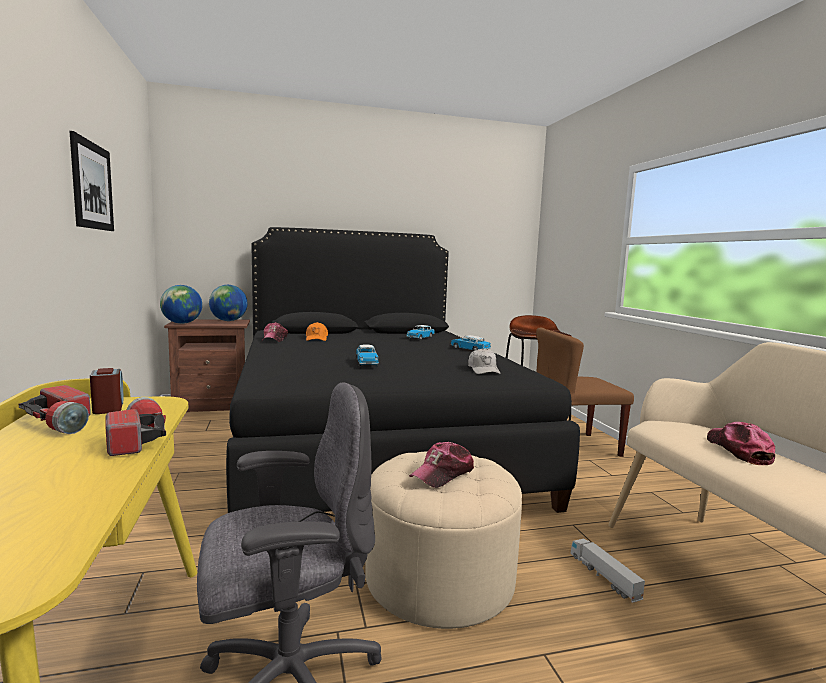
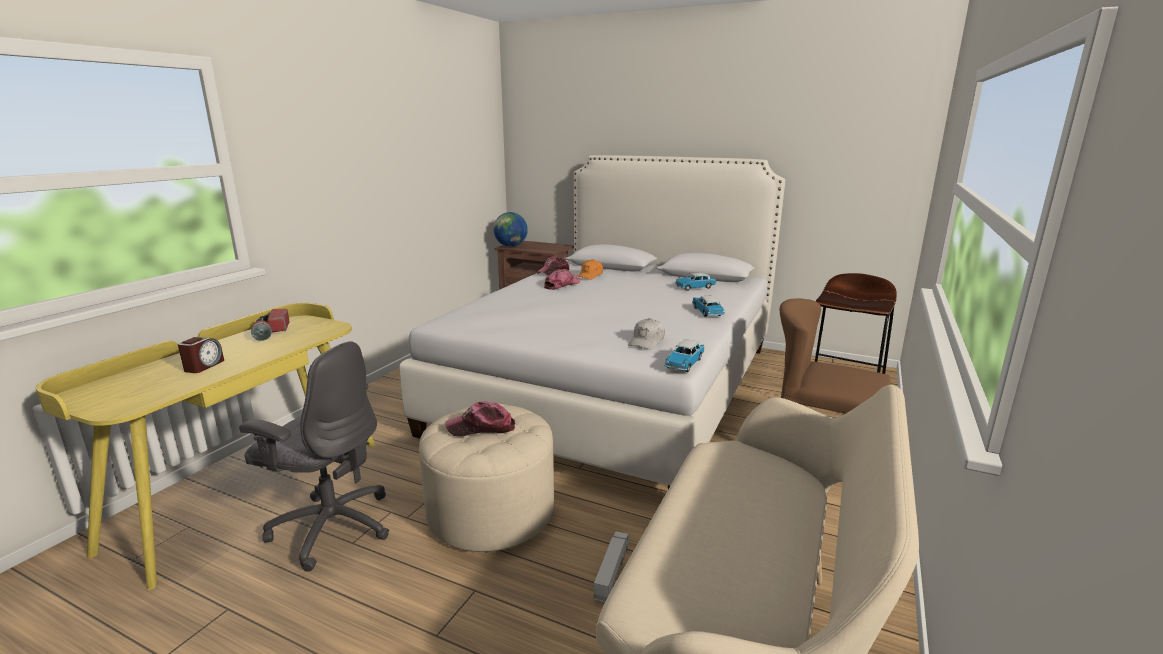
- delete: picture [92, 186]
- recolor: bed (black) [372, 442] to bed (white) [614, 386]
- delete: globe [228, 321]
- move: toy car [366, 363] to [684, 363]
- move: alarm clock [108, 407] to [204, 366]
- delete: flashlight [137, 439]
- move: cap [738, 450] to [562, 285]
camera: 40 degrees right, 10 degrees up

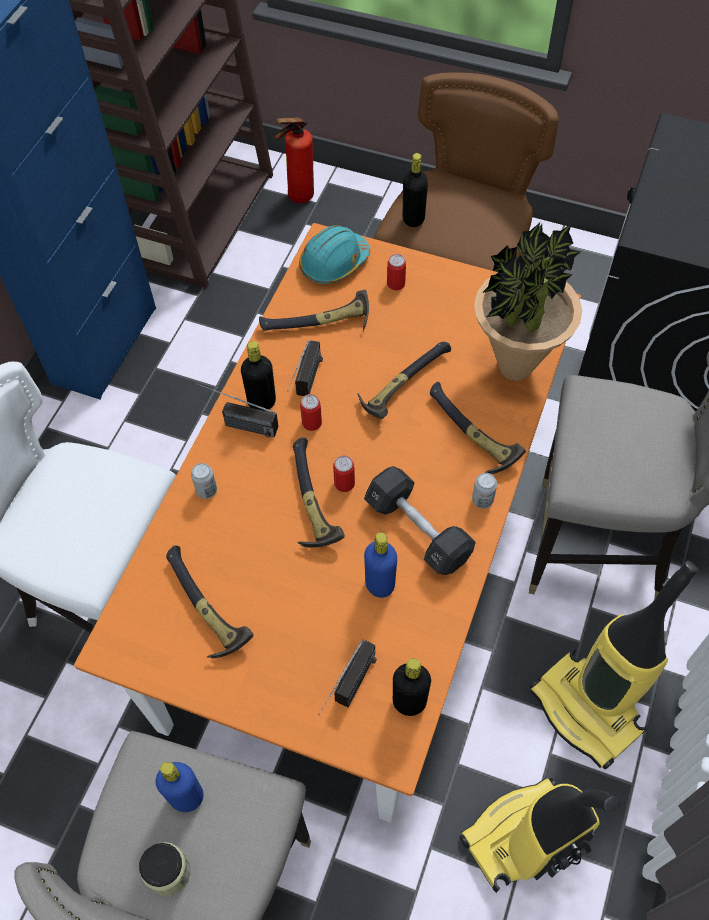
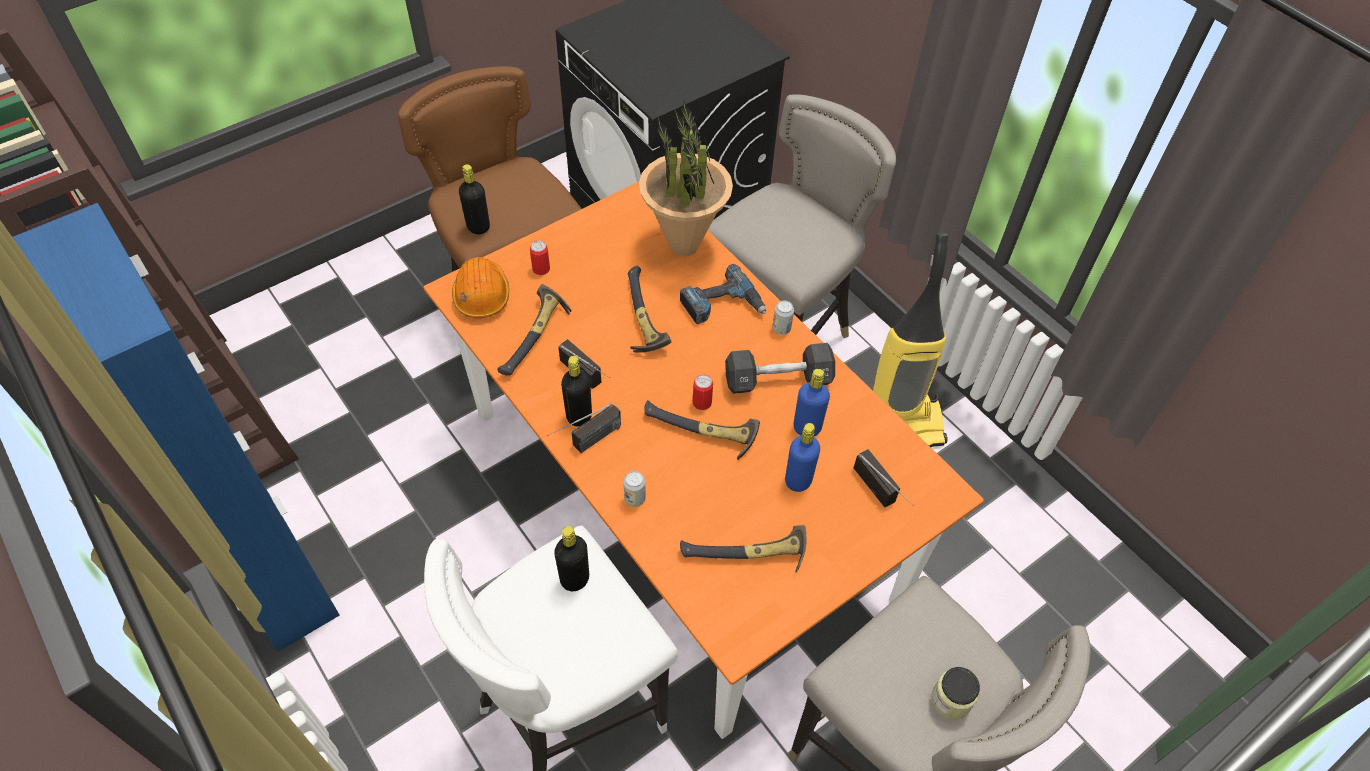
- delete: fire extinguisher [297, 197]
- recolor: hard hat (turquoise) [334, 263] to hard hat (orange) [482, 295]
- replace: hammer [470, 437] to power drill [722, 305]
- delete: can [312, 423]
- move: bottle (black) [409, 702] to [574, 579]
- move: bottle (blue) [186, 797] to [798, 481]
- delete: vacuum cleaner [523, 838]
camera: 60 degrees left, 5 degrees down

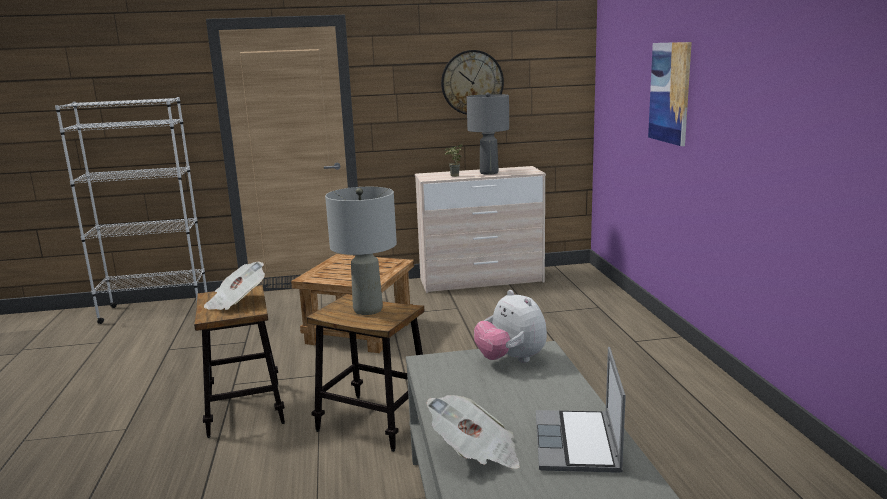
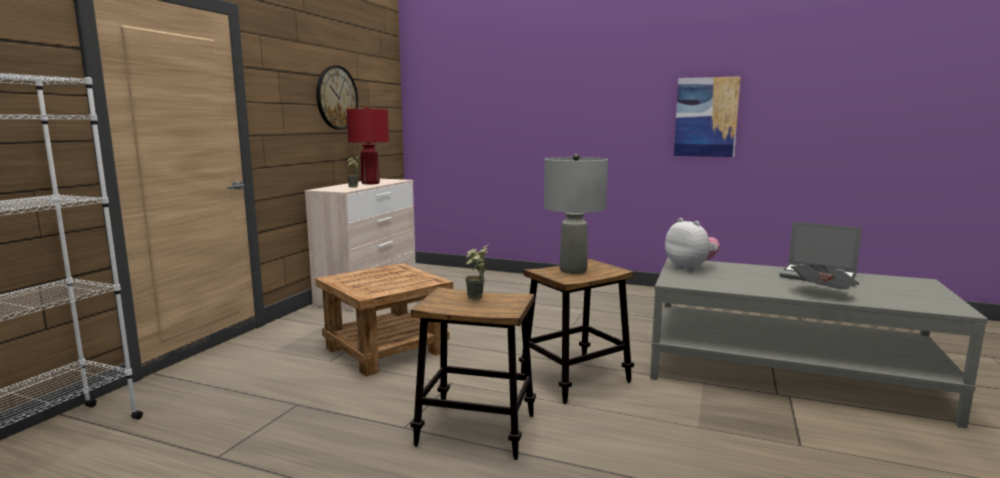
- move: picture [670, 92] to [706, 117]
- recolor: table lamp (grey) [489, 172] to table lamp (red) [370, 183]
- replace: newspaper [236, 302] to potted plant [476, 299]
- rotate: plush toy [511, 360] = [690, 268] 120 degrees counterclockwise
camera: 60 degrees left, 5 degrees down

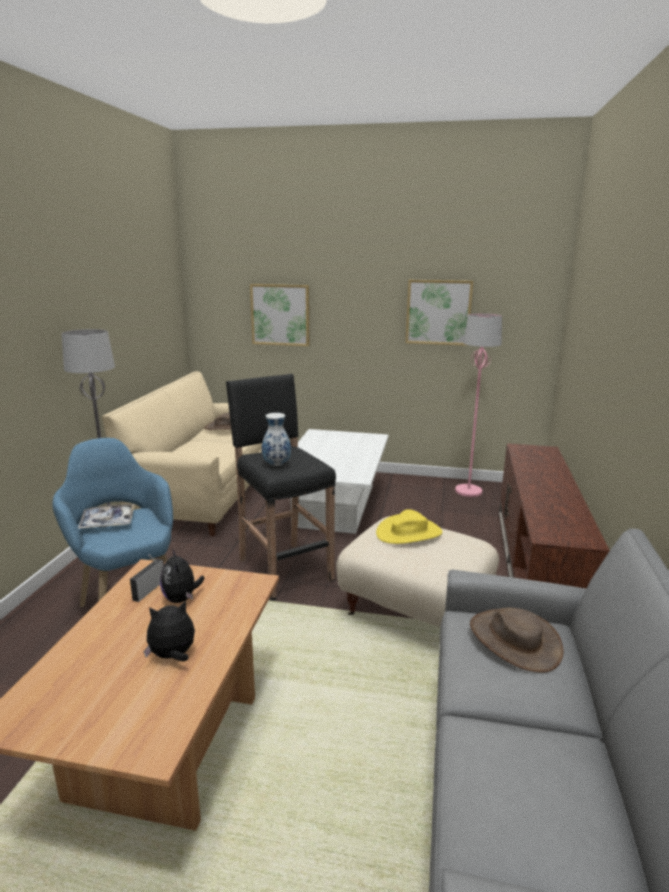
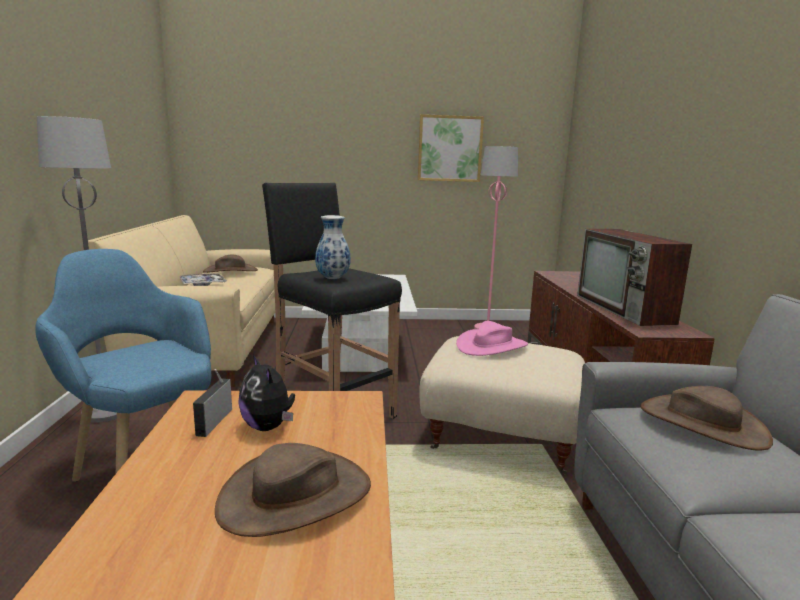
- delete: picture [280, 315]
- move: tray [107, 522] to [203, 284]
- recolor: hat (yellow) [409, 533] to hat (pink) [491, 346]
- replace: plush toy [173, 656] to hat (brown) [296, 496]
- insert: television [625, 309]
camera: 15 degrees left, 5 degrees down

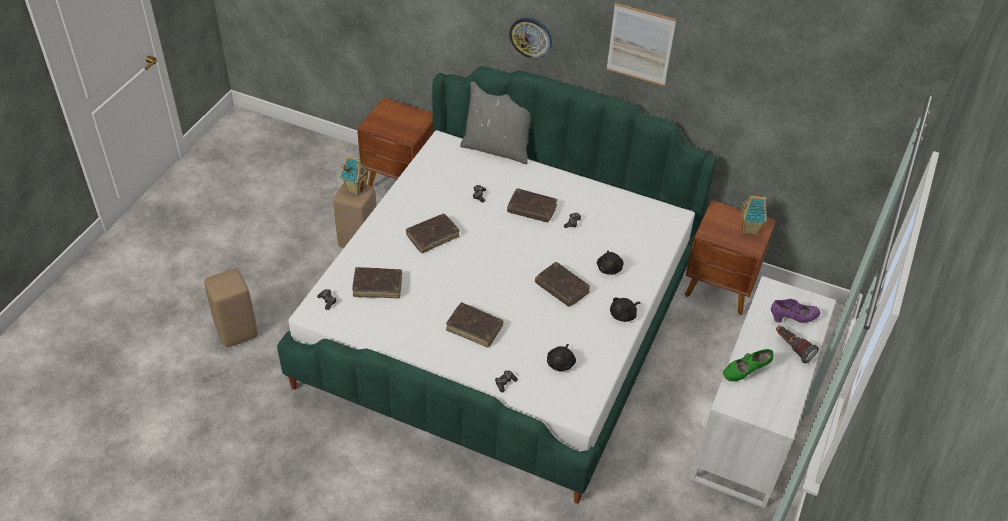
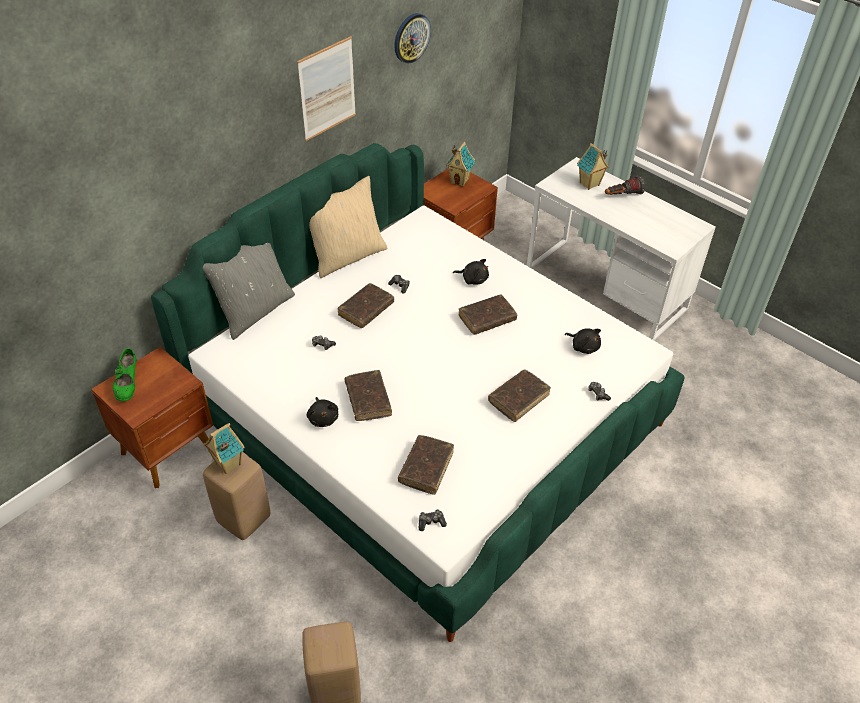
- move: wall clock [531, 37] to [411, 38]
- move: plush toy (black) [624, 315] to [323, 418]
- replace: shoe (purple) [793, 318] to toy house [589, 184]
- move: shoe (green) [745, 372] to [128, 385]
- insert: pillow (beige) [347, 256]
camera: 70 degrees left, 0 degrees up

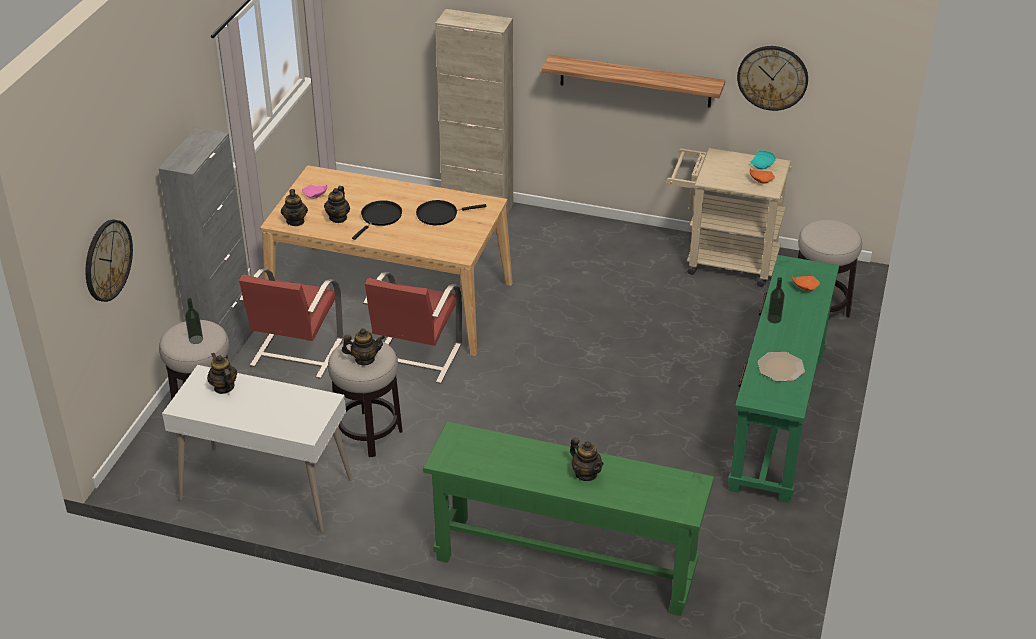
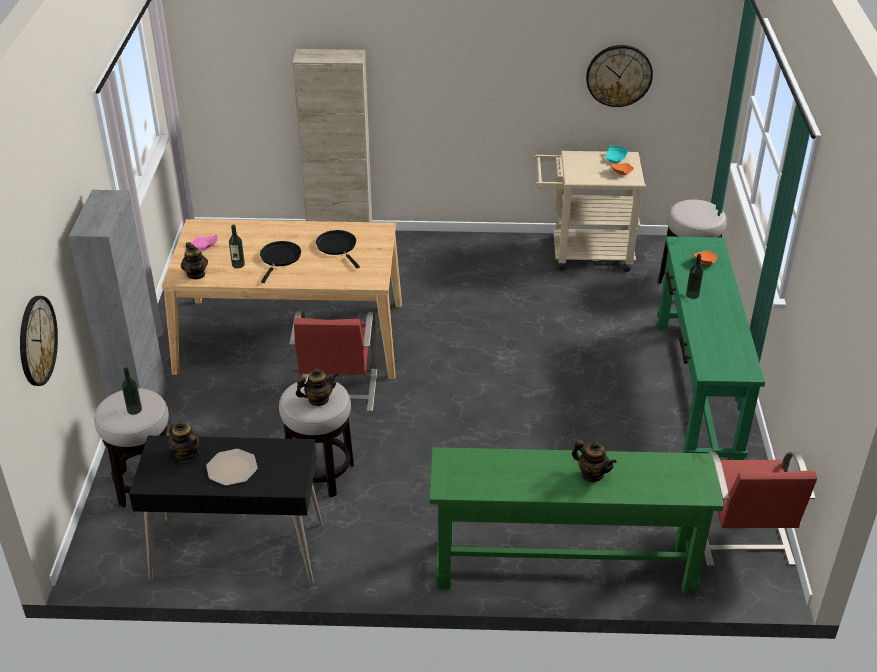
- delete: shelf [635, 81]
- replace: teapot [338, 218] to bottle [238, 265]
- rotate: frying pan (black) [440, 215] = [338, 247] 90 degrees clockwise
- move: chair (red) [295, 353] to [743, 539]
- move: plate [780, 367] to [231, 468]
- recolor: desk (white) [266, 490] to desk (black) [237, 551]
camera: 15 degrees left, 0 degrees up

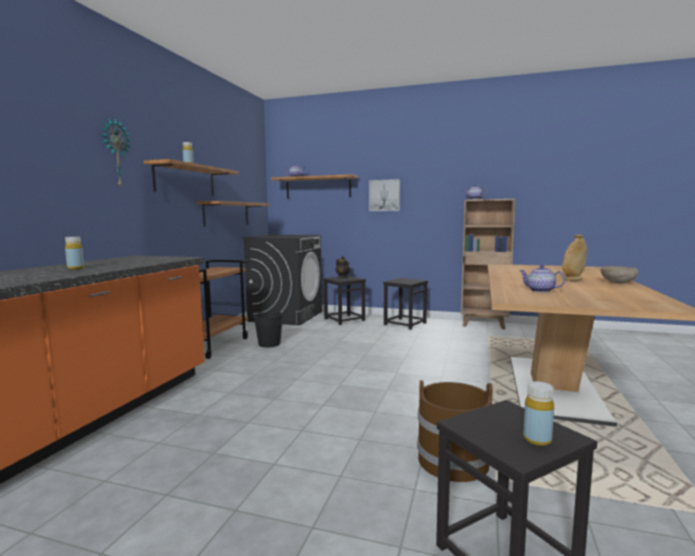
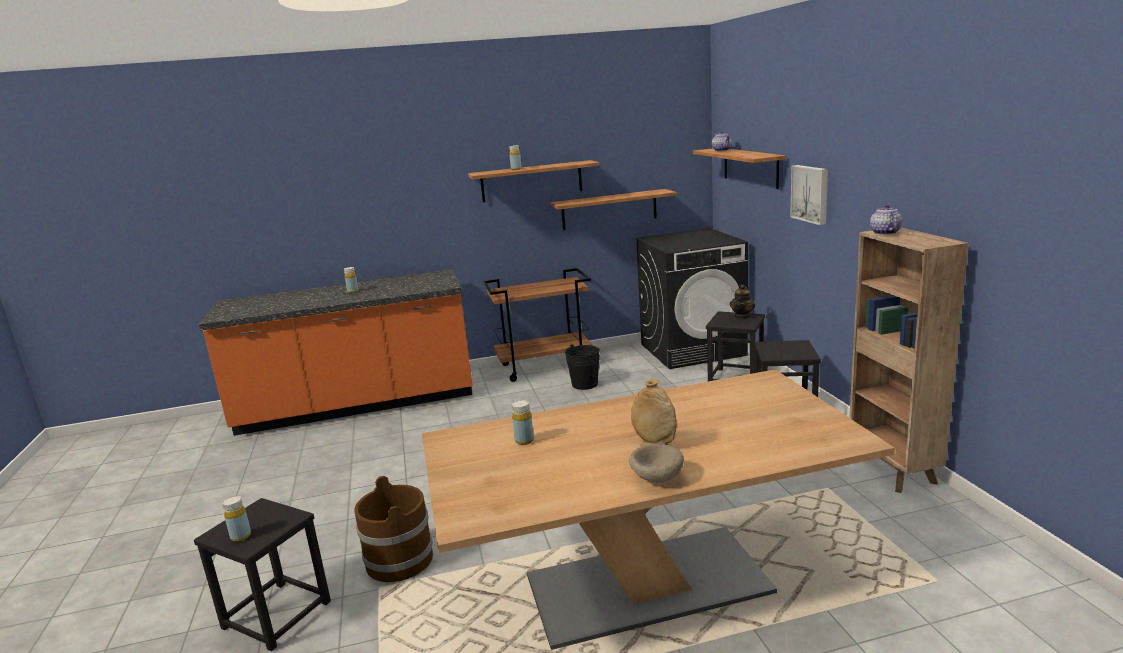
- delete: wall clock [115, 153]
- replace: teapot [539, 290] to bottle (yellow) [524, 441]
camera: 60 degrees right, 10 degrees up

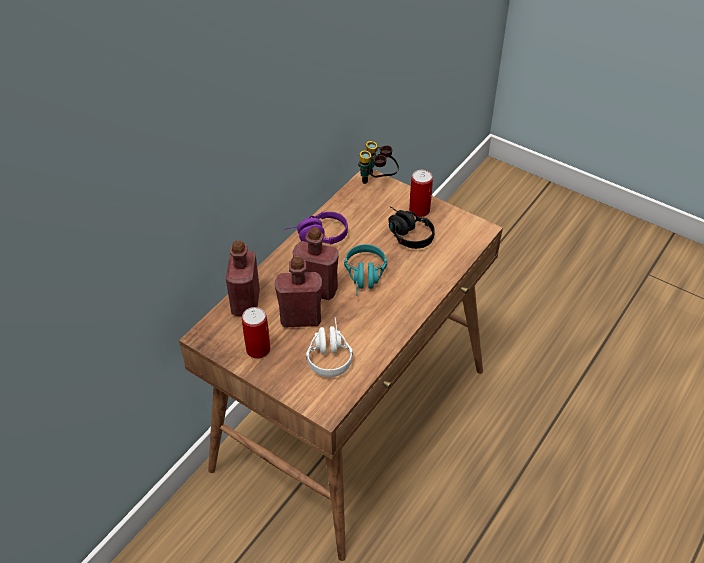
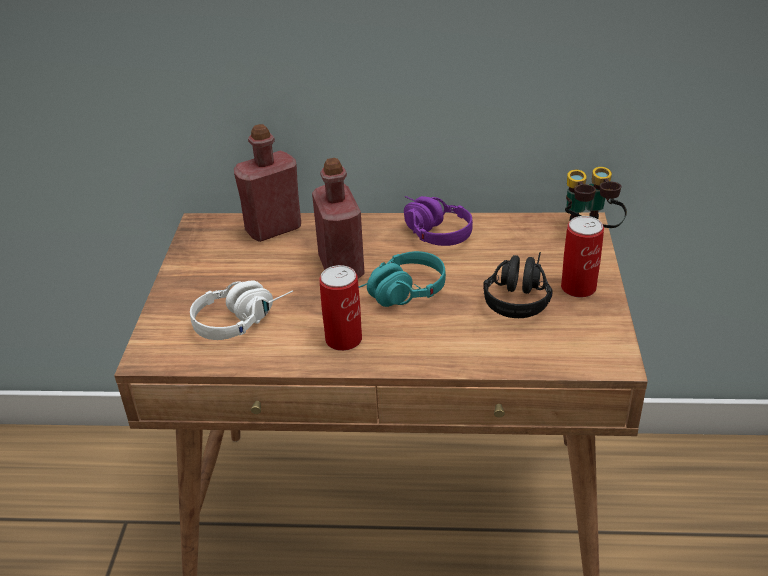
- delete: bottle (red) [300, 318]
- move: can [258, 349] to [343, 339]
camera: 60 degrees right, 10 degrees down

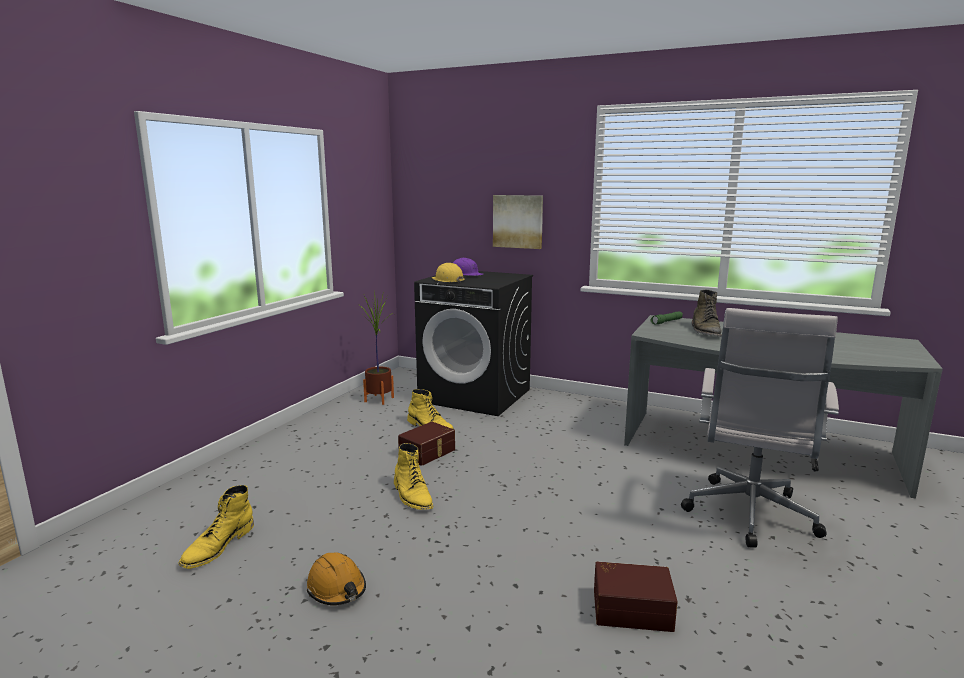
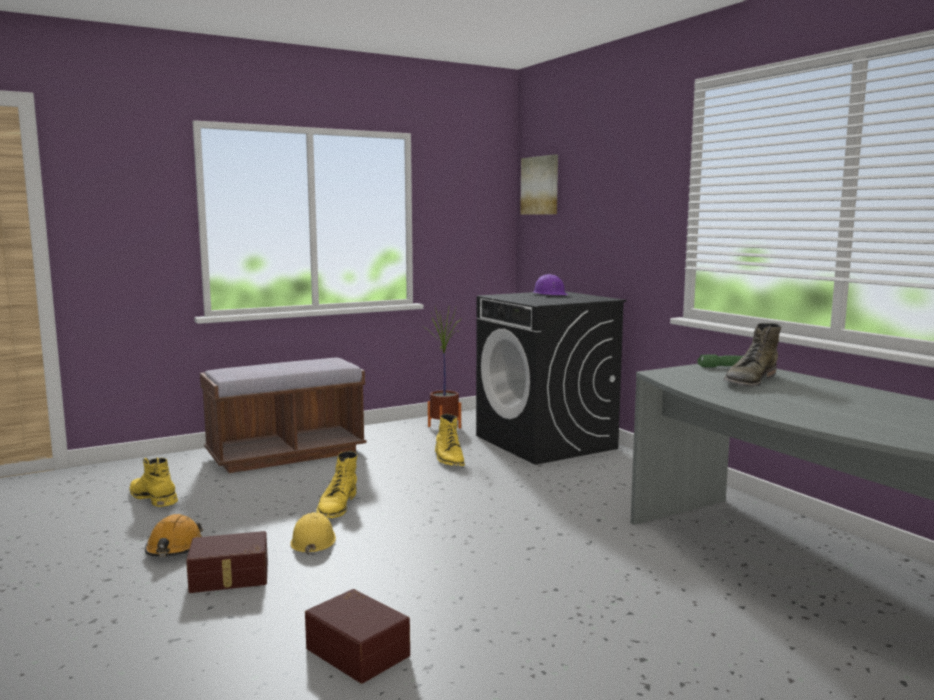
- move: picture [518, 221] to [540, 185]
- move: hard hat (yellow) [448, 280] to [313, 541]
- delete: office chair (white) [749, 516]
- move: storage box (brown) [428, 453] to [229, 577]
- rotate: boot (yellow) [218, 546] = [153, 498] 75 degrees clockwise
- insert: bench (brown) [286, 454]
camera: 35 degrees right, 5 degrees down

